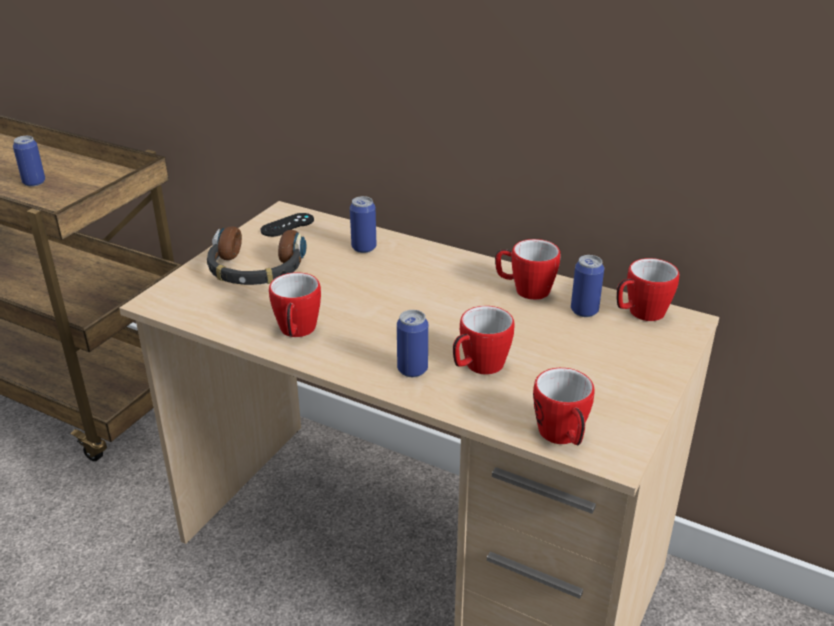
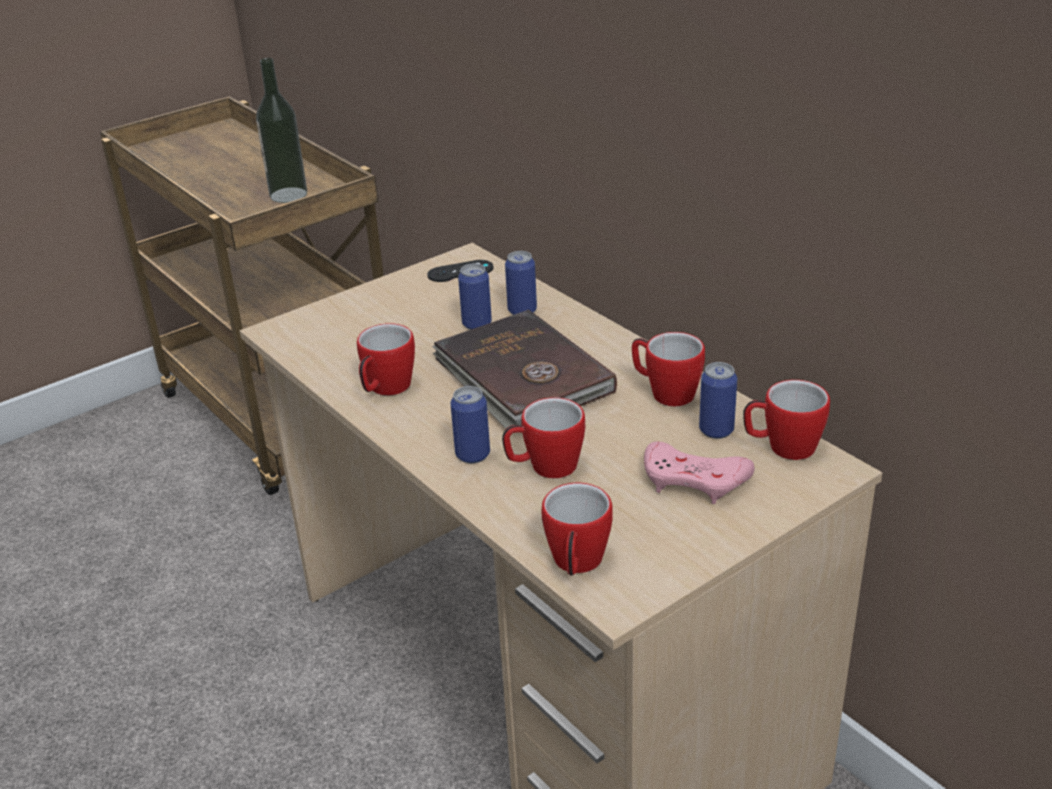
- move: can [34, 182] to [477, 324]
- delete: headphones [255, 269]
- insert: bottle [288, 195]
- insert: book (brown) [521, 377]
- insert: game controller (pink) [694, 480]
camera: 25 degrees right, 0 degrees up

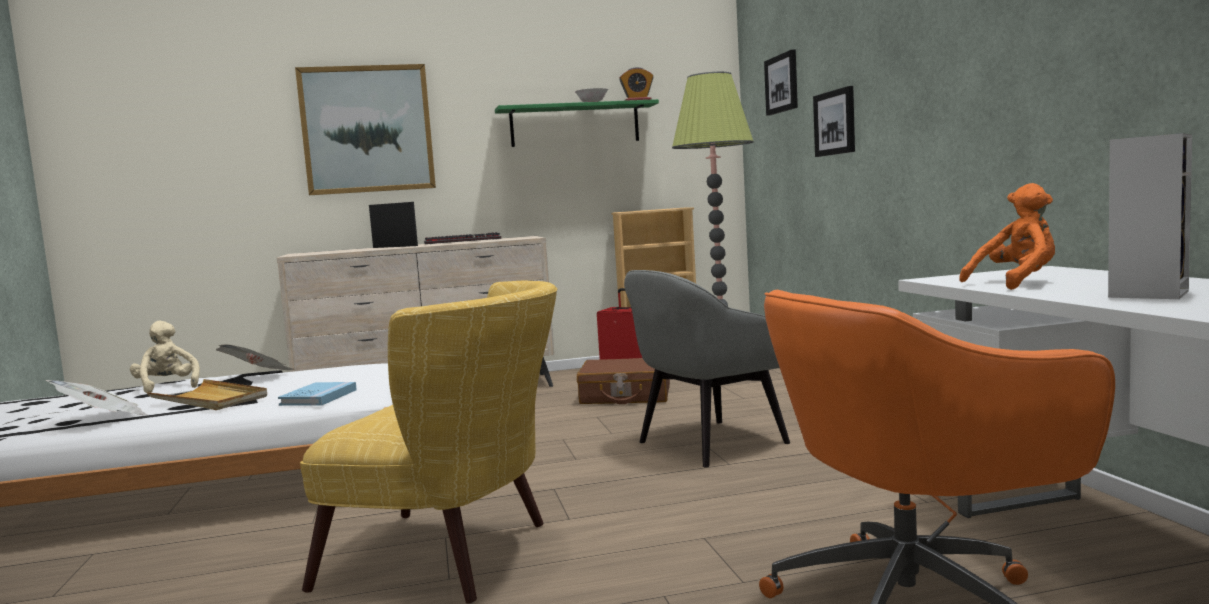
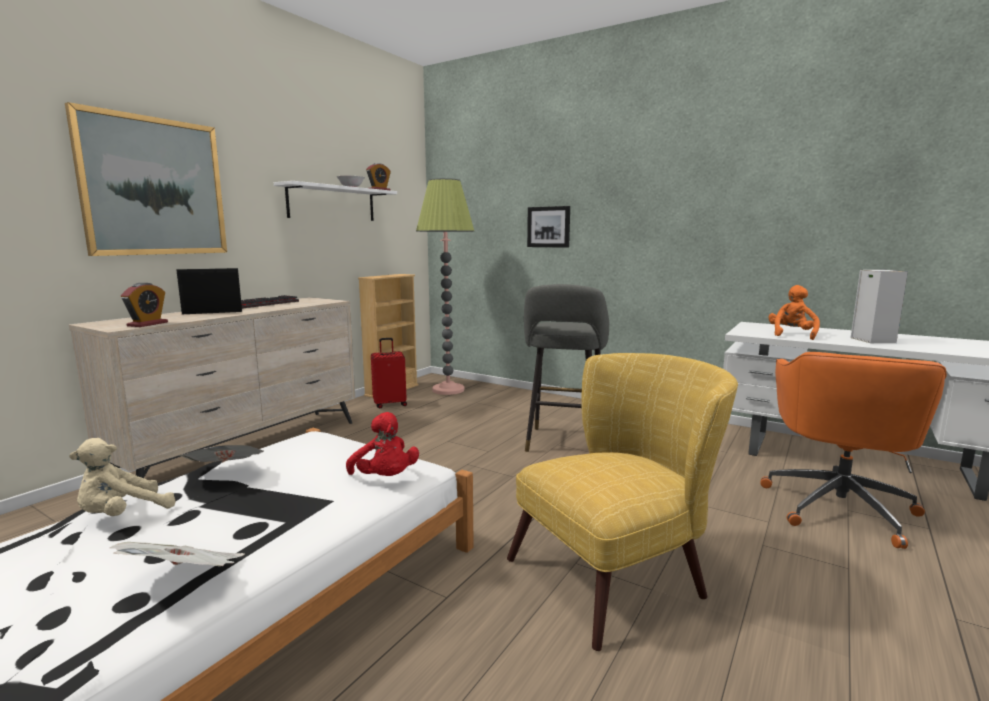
- delete: picture [782, 83]
- recolor: shelf (green) [575, 125] to shelf (white) [332, 203]
- replace: armchair (grey) [709, 443] to stool (grey) [563, 444]
- rotate: plush toy (beige) [167, 387] = [123, 515] 60 degrees counterclockwise
- delete: suitcase (brown) [625, 396]
- delete: tray (beige) [209, 399]
- replace: book (blue) [318, 397] to plush toy (red) [385, 479]
- insert: alarm clock [147, 324]
camera: 45 degrees left, 5 degrees up

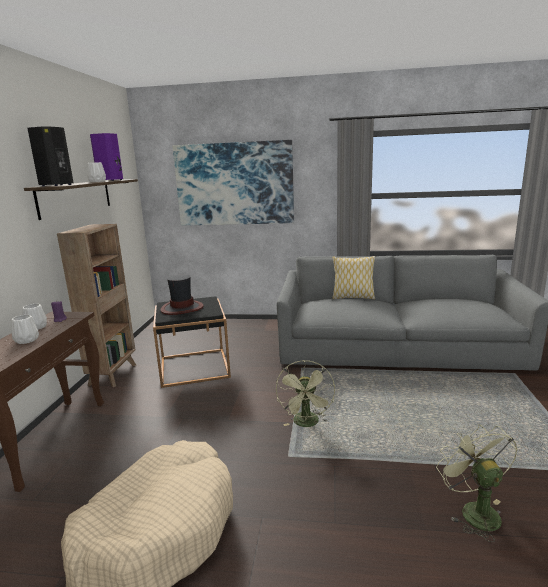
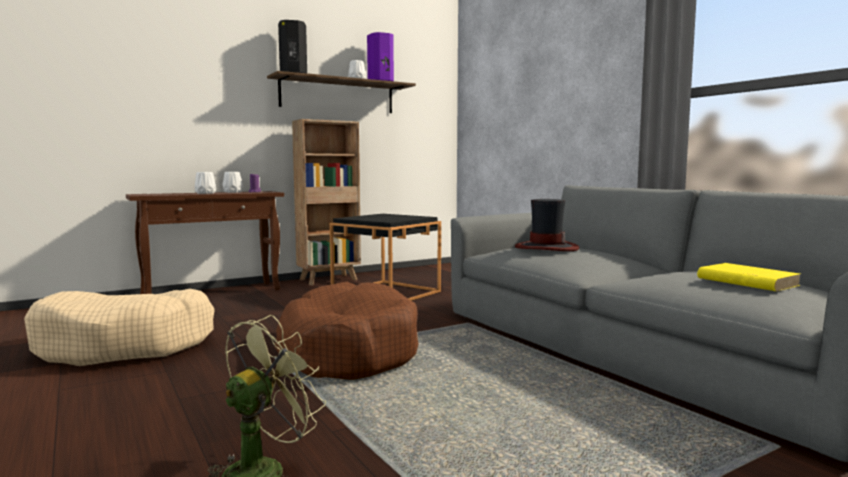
- delete: picture [234, 184]
- delete: pillow [353, 297]
- move: hat [182, 308] to [546, 248]
- replace: fan (green) [307, 424] to dog bed (brown) [348, 351]
- insert: book (yellow) [746, 282]
camera: 50 degrees right, 10 degrees down

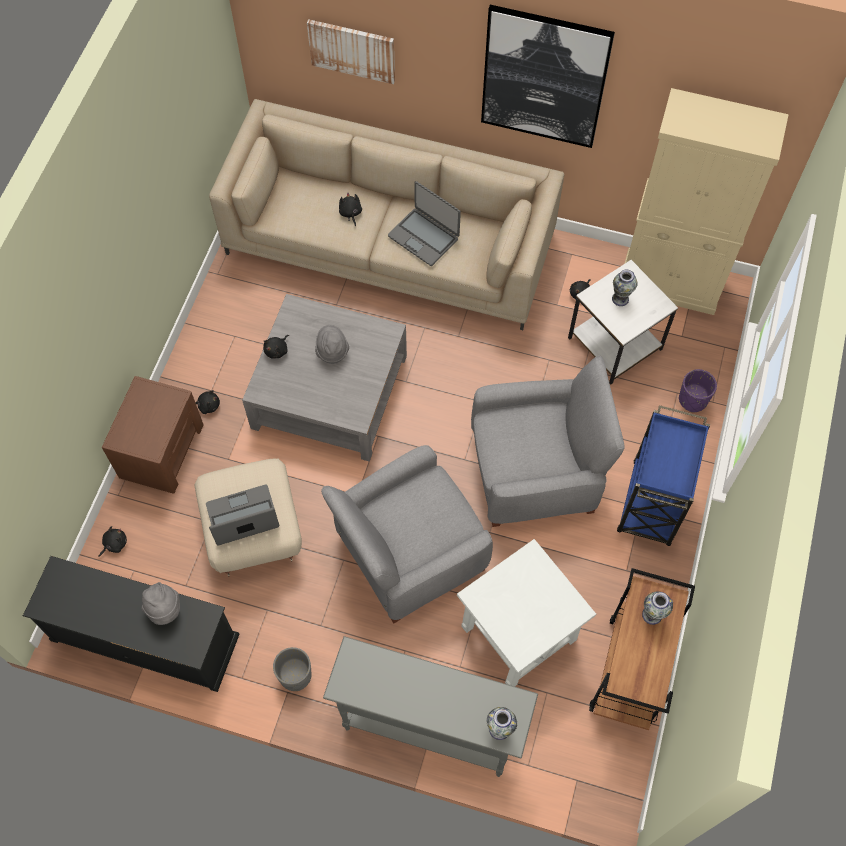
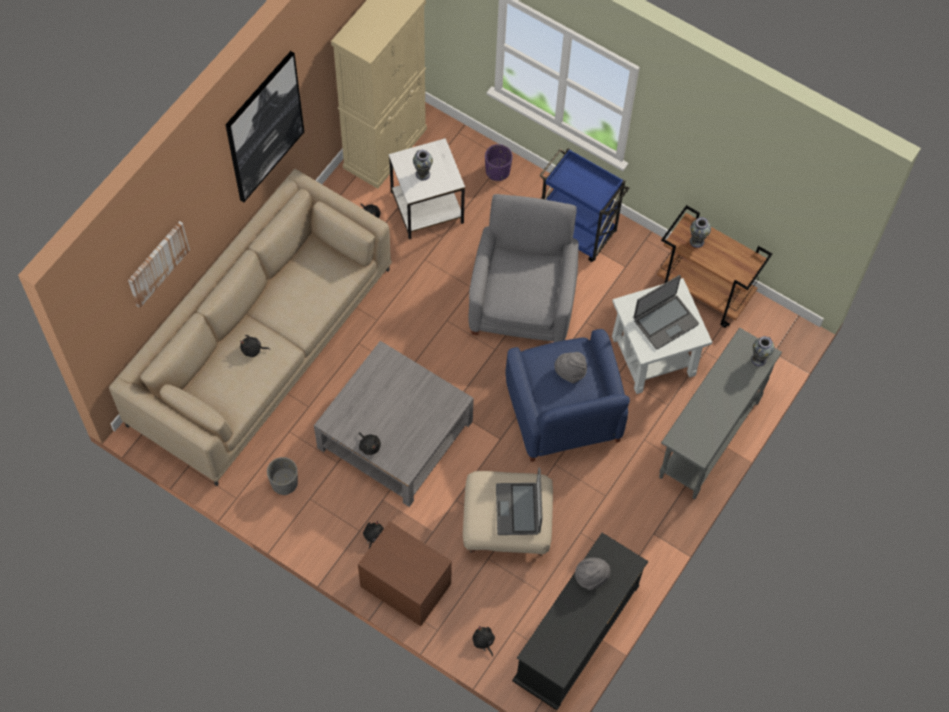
- move: laptop [424, 237] to [665, 321]
- move: hat (grey) [332, 351] to [570, 372]
- recolor: armchair (grey) [408, 553] to armchair (blue) [563, 414]
- move: planter (grey) [295, 675] to [284, 483]
camera: 75 degrees left, 0 degrees up

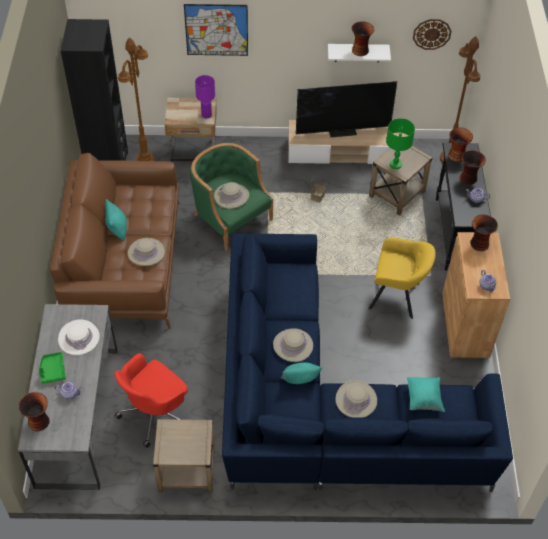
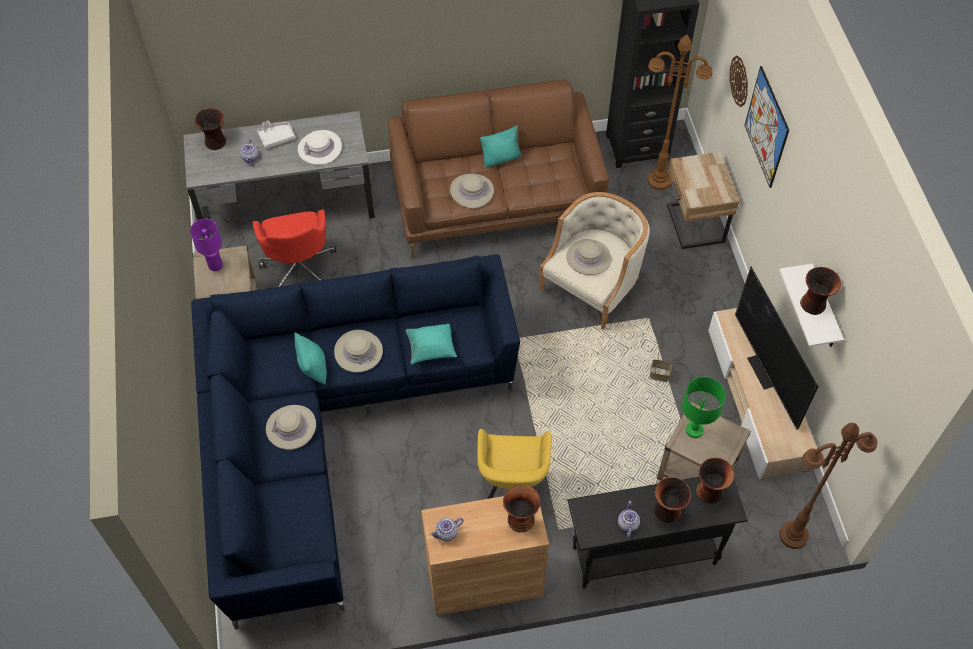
- move: wall clock [432, 34] to [739, 81]
- move: table lamp (purple) [206, 115] to [215, 265]
- recolor: armchair (green) [230, 217] to armchair (beige) [593, 284]
- recolor: tray (green) [52, 370] to tray (white) [276, 137]
- rotate: office chair (red) [155, 413] = [299, 269] 135 degrees counterclockwise
- move: pillow (turquoise) [423, 399] to [430, 349]
camera: 80 degrees right, 5 degrees up

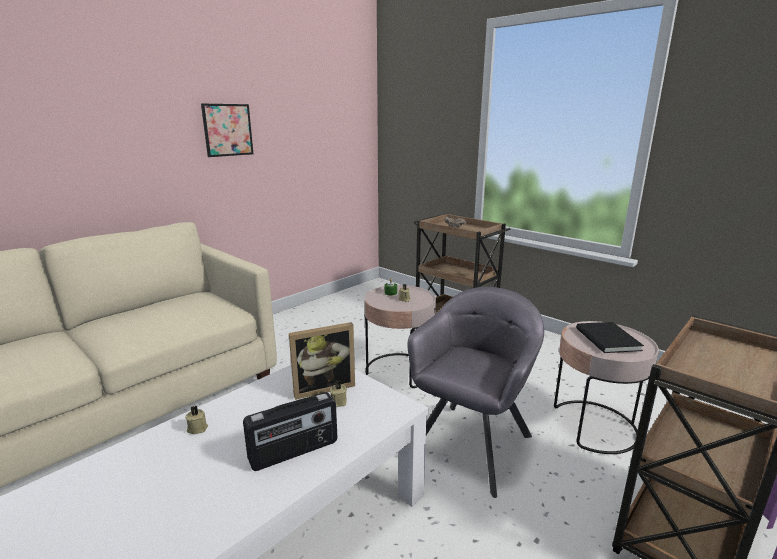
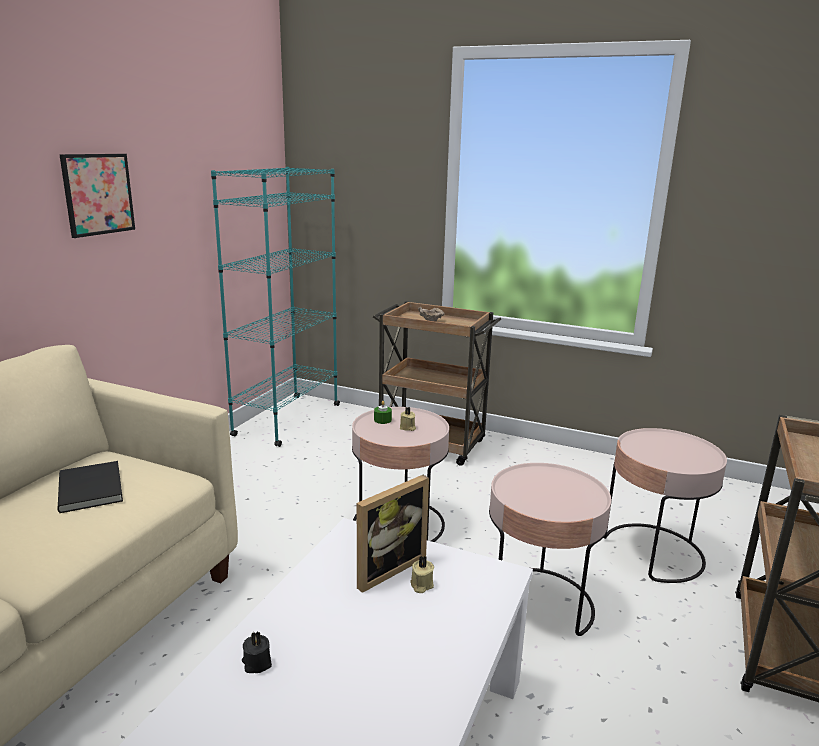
- replace: armchair (grey) [471, 445] to side table (pink) [538, 604]
- move: book (black) [608, 338] to [93, 488]
- delete: radio [294, 452]
- recolor: candle (beige) [197, 428] to candle (black) [256, 663]
- insert: bookcase (turquoise) [287, 420]
camera: 20 degrees left, 0 degrees up

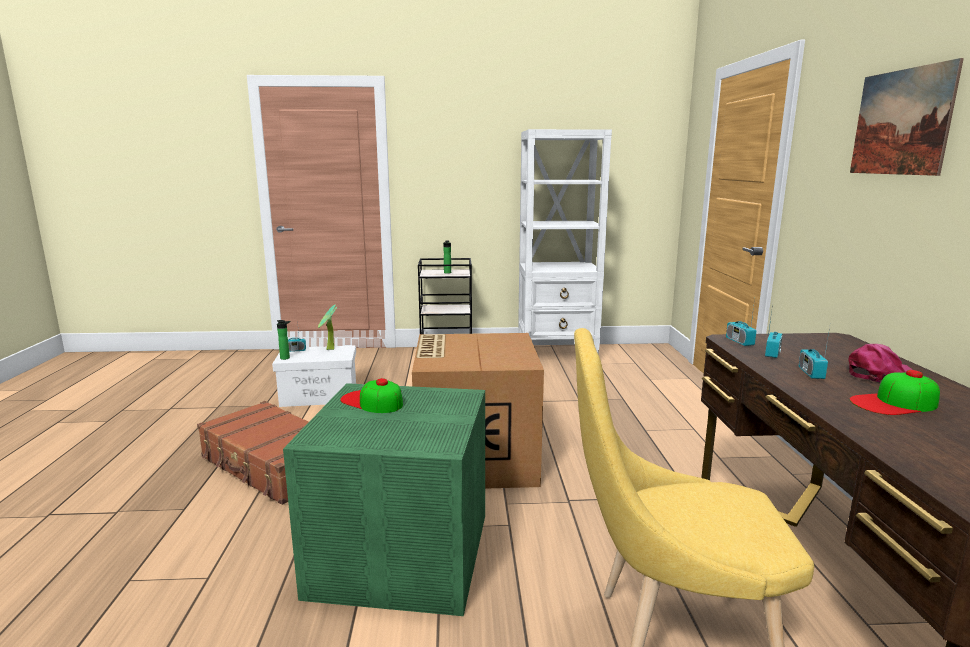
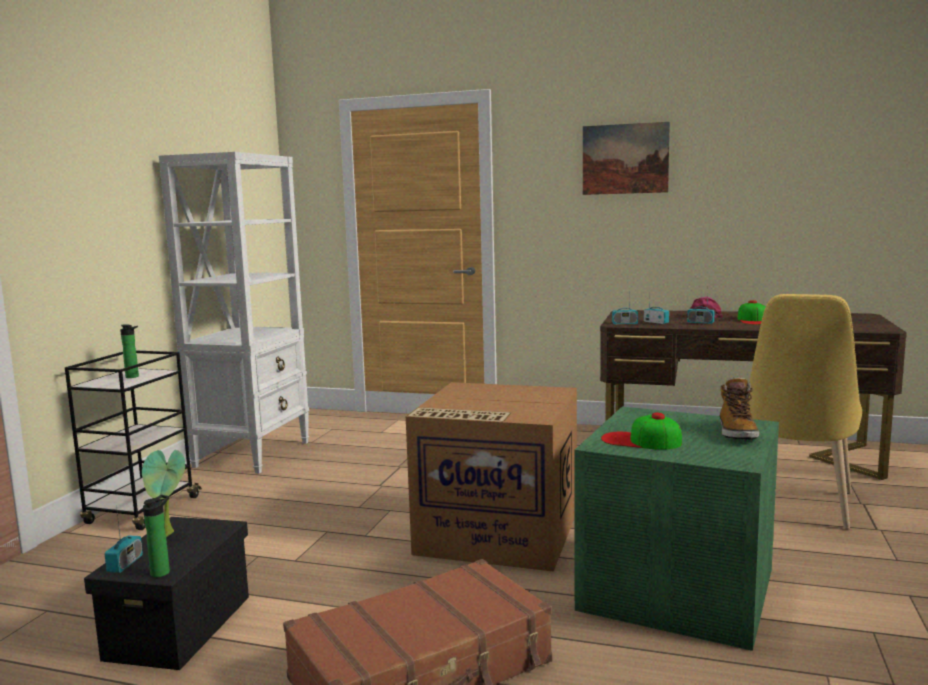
- recolor: storage box (white) [320, 396] to storage box (black) [179, 626]
- rotate: cap [372, 401] = [640, 441] 60 degrees clockwise
- insert: boot [736, 433]
camera: 70 degrees left, 5 degrees down

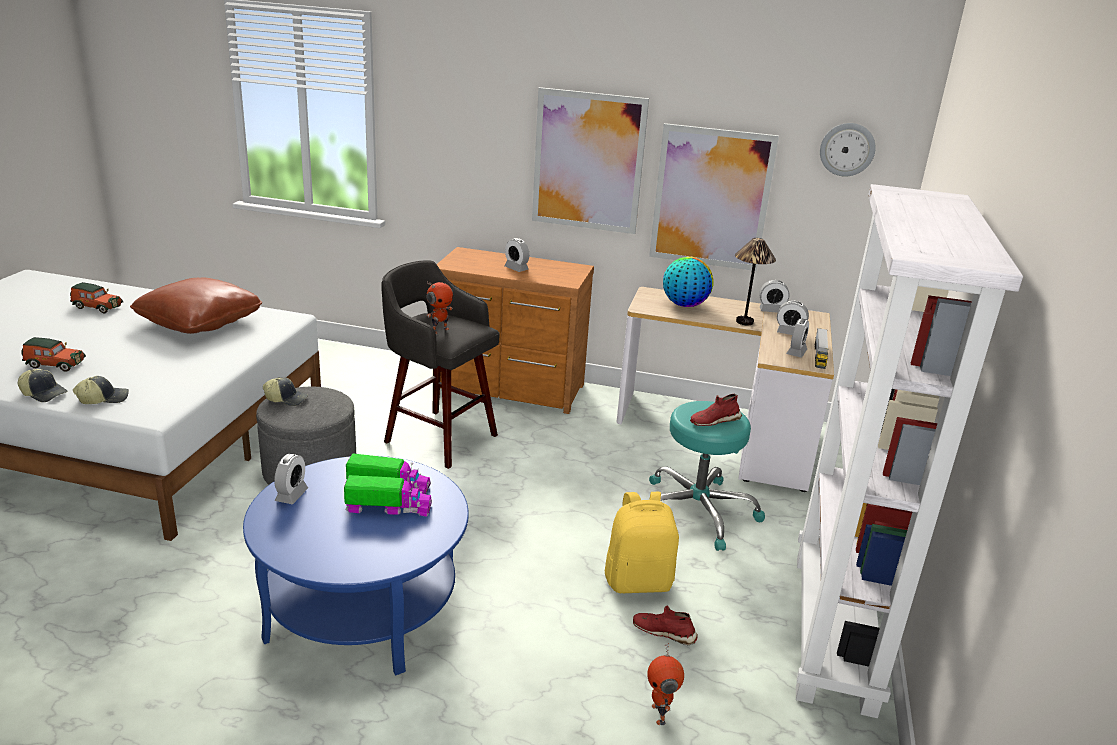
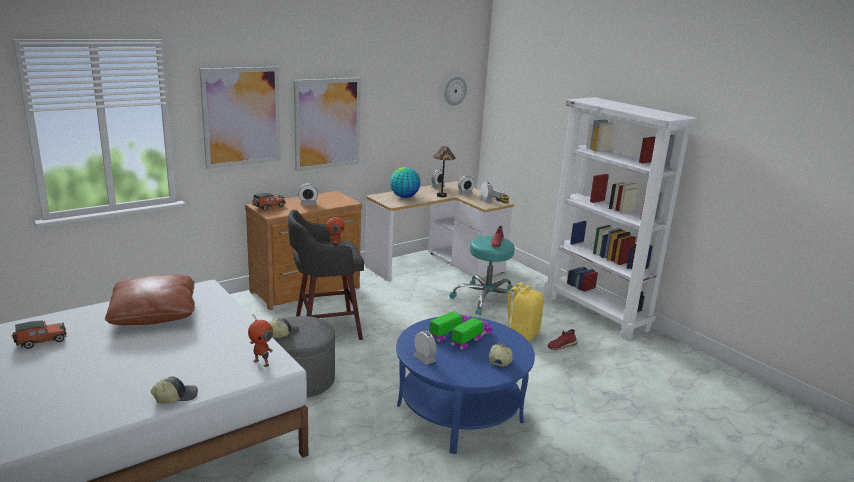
- move: picture [711, 198] to [241, 116]
- move: toy car [54, 364] to [268, 207]
- move: cap [103, 398] to [500, 359]
- move: toy robot [660, 714] to [262, 362]
camera: 50 degrees left, 5 degrees down

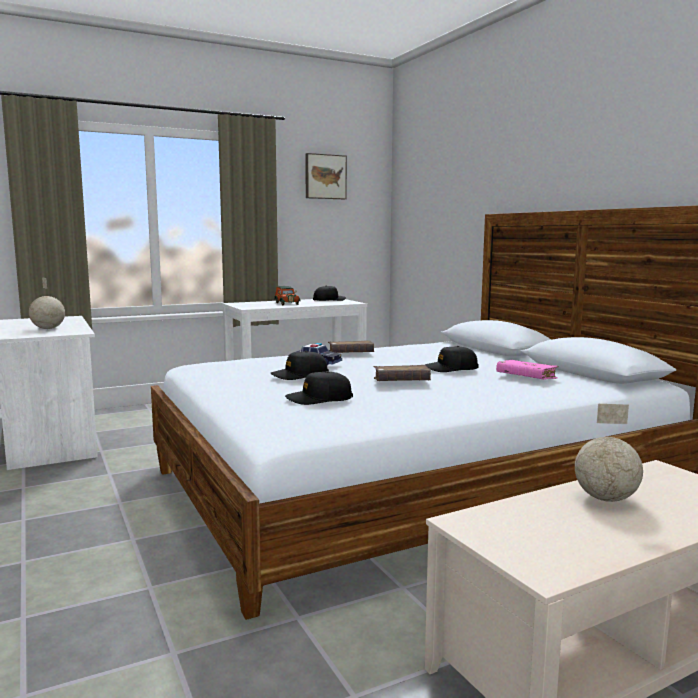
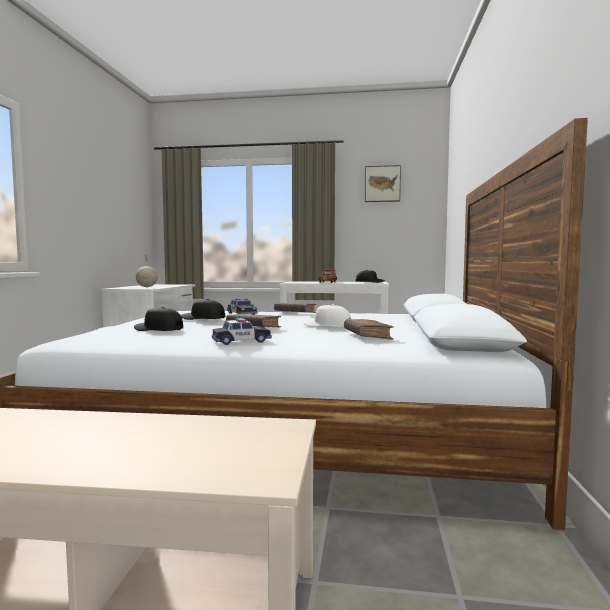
- recolor: cap (black) [451, 369] to cap (white) [327, 325]
- recolor: book (pink) [526, 377] to book (brown) [367, 336]
- delete: globe [606, 499]
- insert: toy car [241, 341]
camera: 35 degrees right, 5 degrees down

